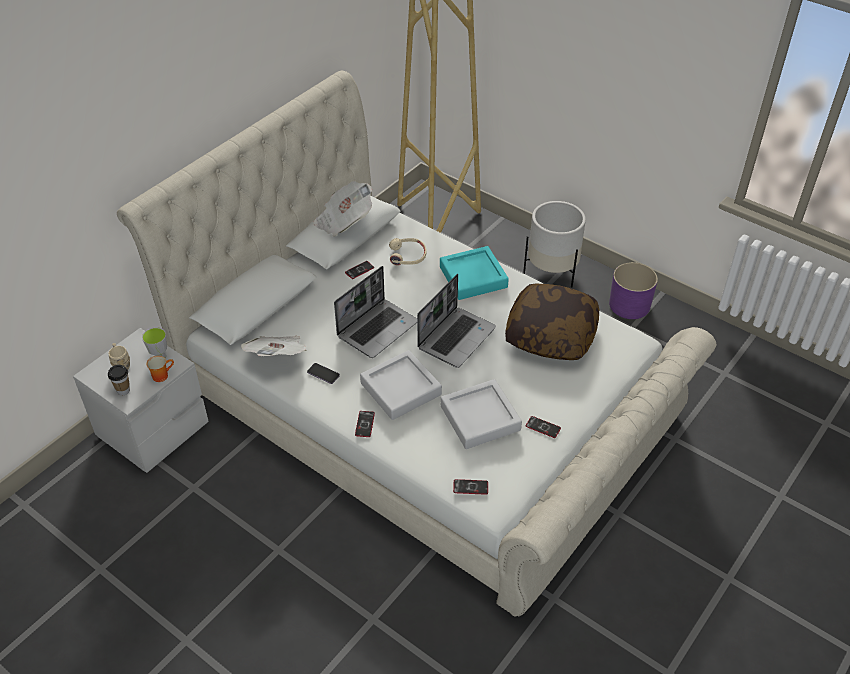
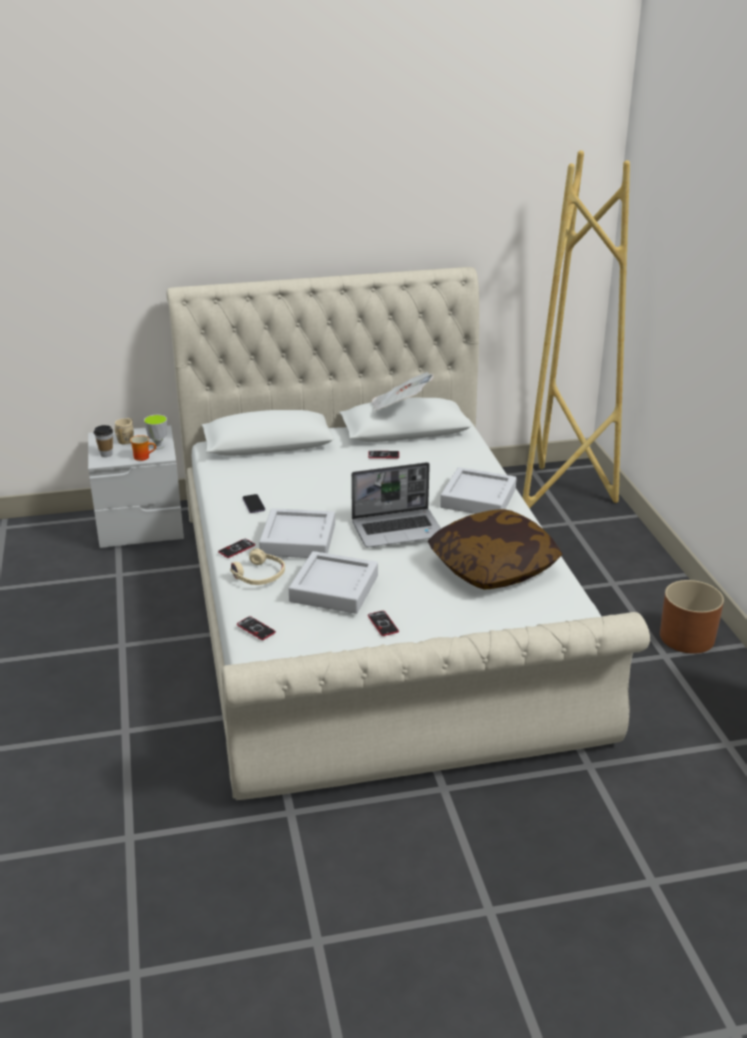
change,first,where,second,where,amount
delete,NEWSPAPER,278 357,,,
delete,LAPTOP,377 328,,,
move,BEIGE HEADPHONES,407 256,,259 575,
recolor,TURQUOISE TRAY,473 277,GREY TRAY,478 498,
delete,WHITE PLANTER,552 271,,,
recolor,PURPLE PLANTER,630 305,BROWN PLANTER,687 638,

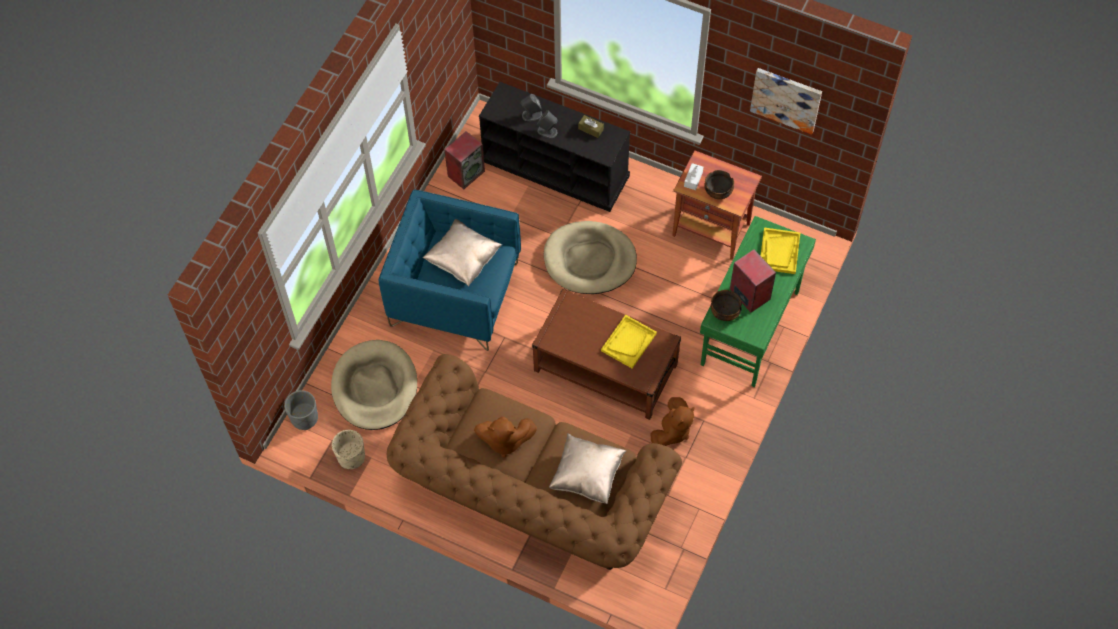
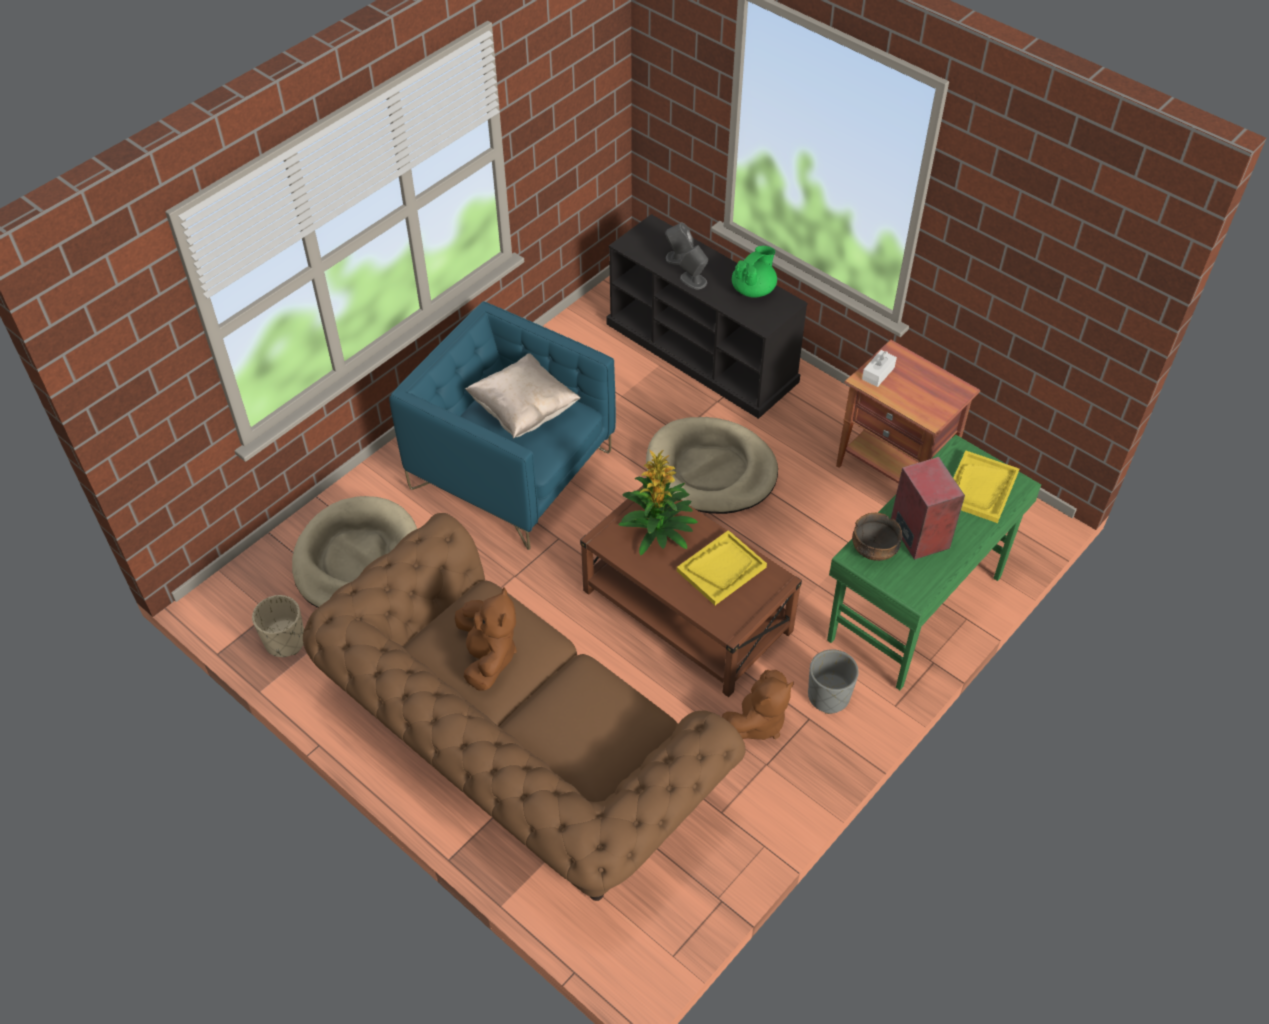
change,first,where,second,where,amount
move,GREY PLANTER,304 418,,828 696,
delete,SPEAKER,466 173,,,
rotate,BROWN PLUSH TOY,504 441,,488 657,120 degrees counterclockwise
delete,BEIGE PILLOW,587 476,,,
replace,BROWN TISSUE BOX,591 129,GREEN TEAPOT,754 289,
delete,BOWL,718 192,,,
delete,PICTURE,786 99,,,
insert,,,POTTED PLANT,657 529,

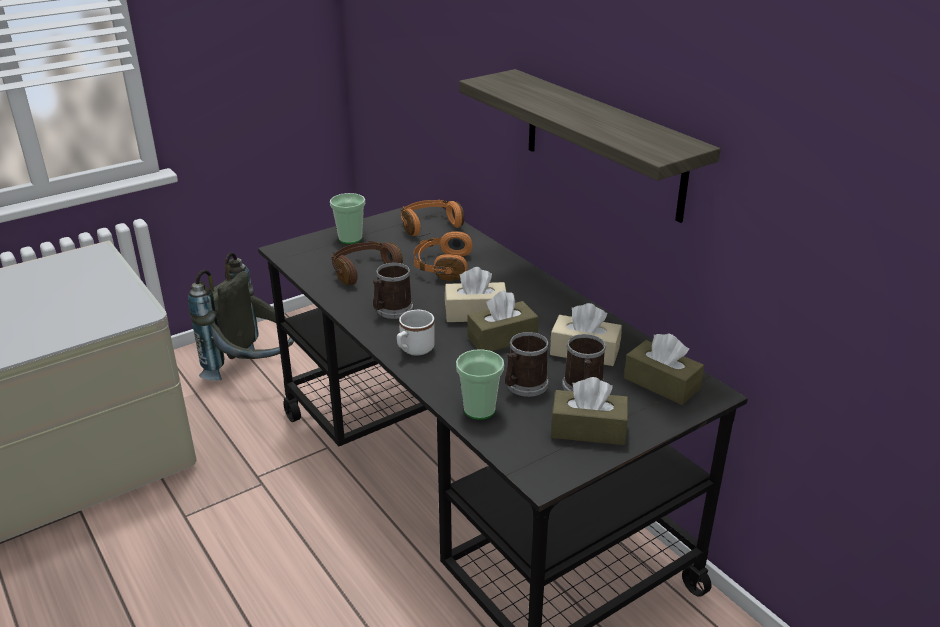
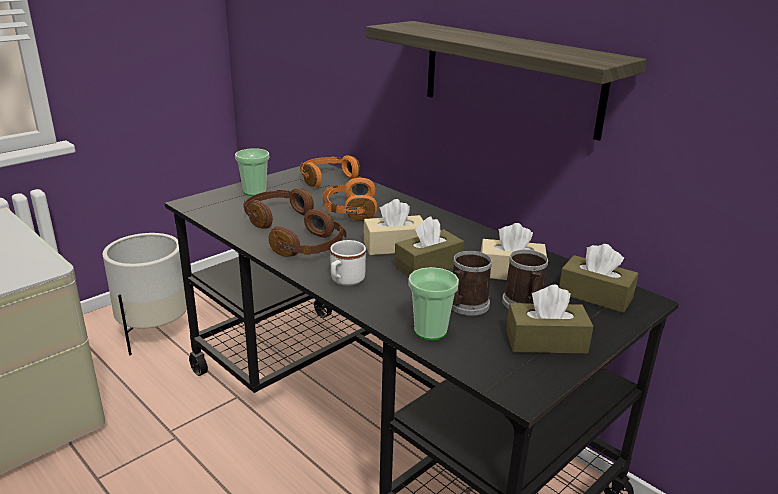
change,first,where,second,where,amount
replace,GREY BACKPACK,254 372,WHITE PLANTER,155 333,
replace,MUG,391 311,BROWN HEADPHONES,312 248,

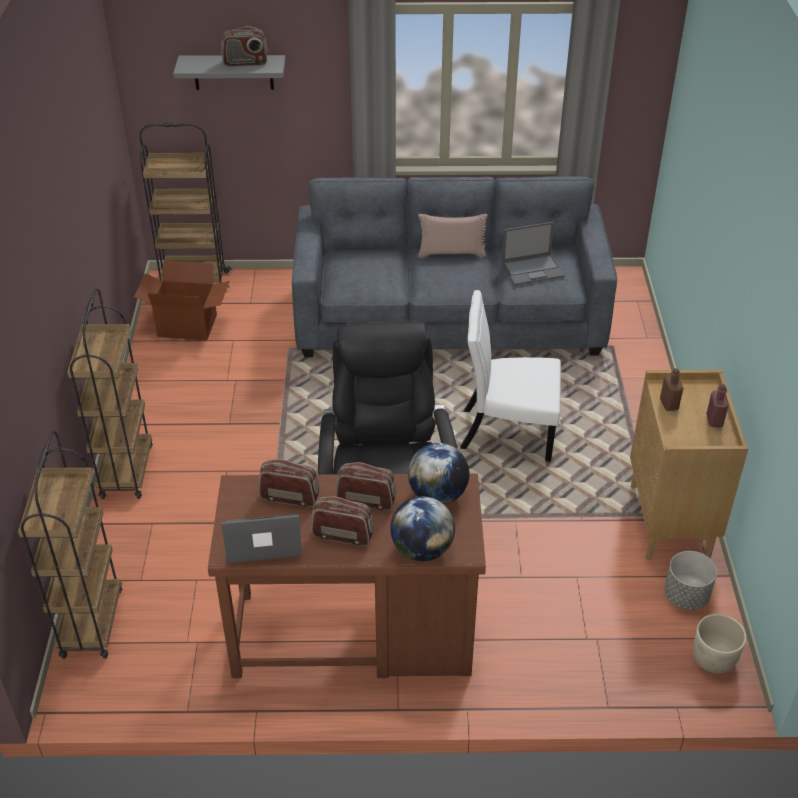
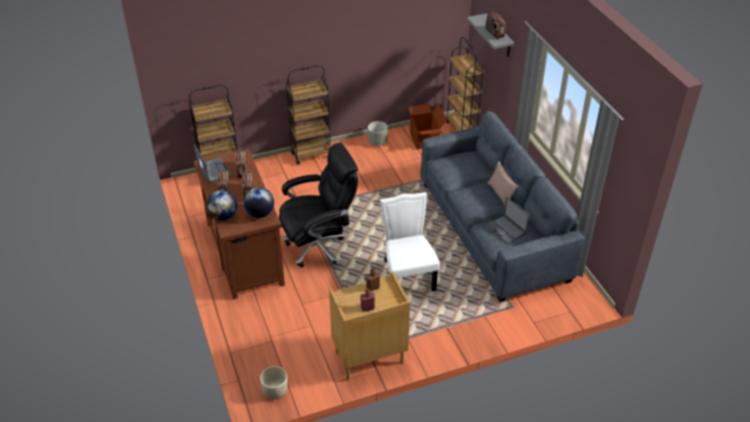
change,first,where,second,where,amount
move,GREY PLANTER,686 596,,377 142,

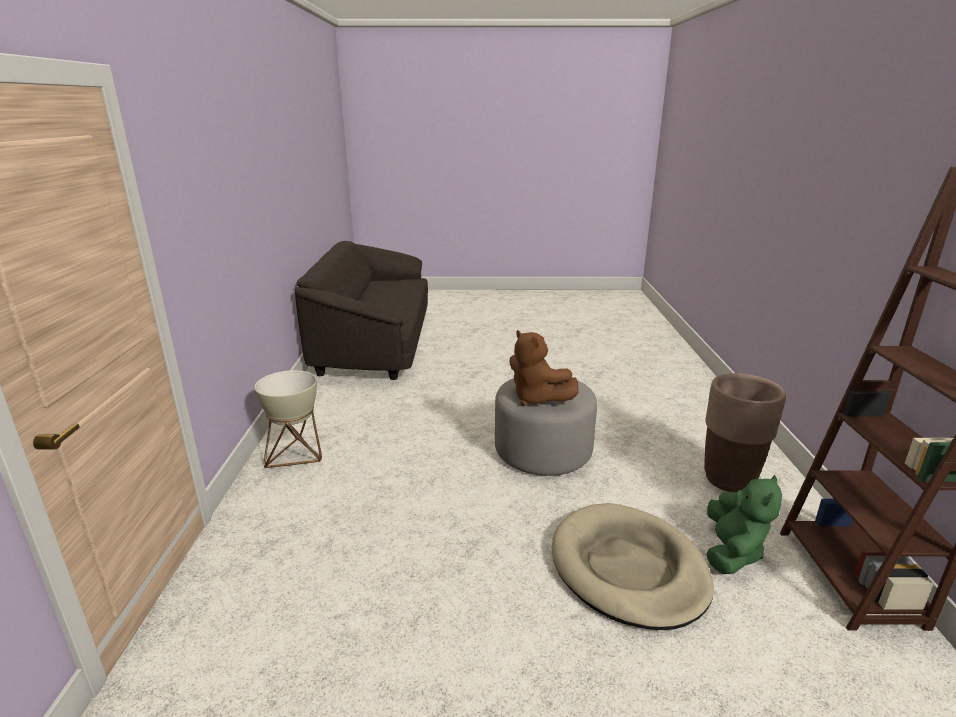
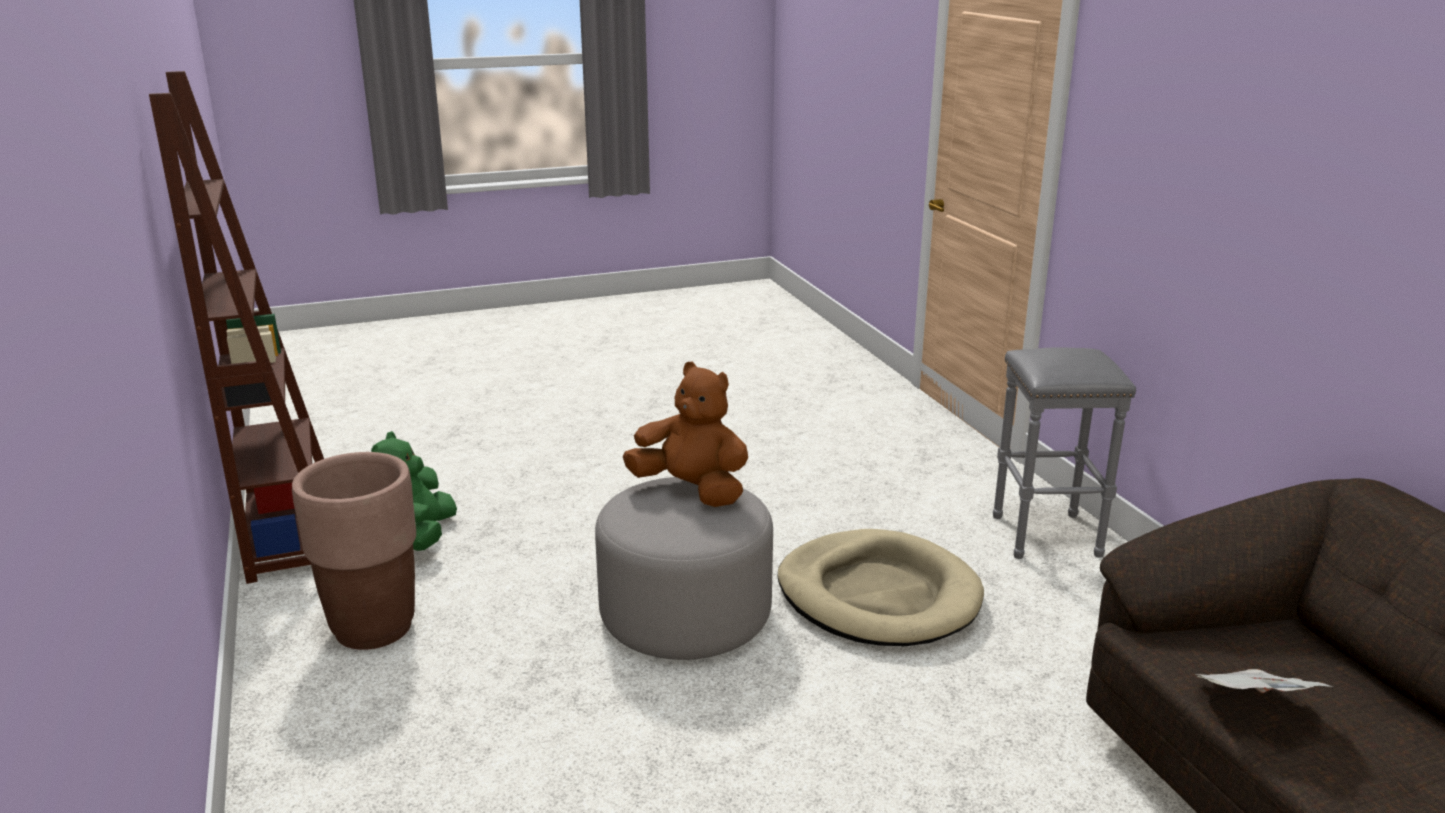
change,first,where,second,where,amount
replace,PLANTER,296 456,GREY STOOL,1043 534,
move,BEIGE DOG BED,628 569,,878 595,
insert,,,NEWSPAPER,1254 707,

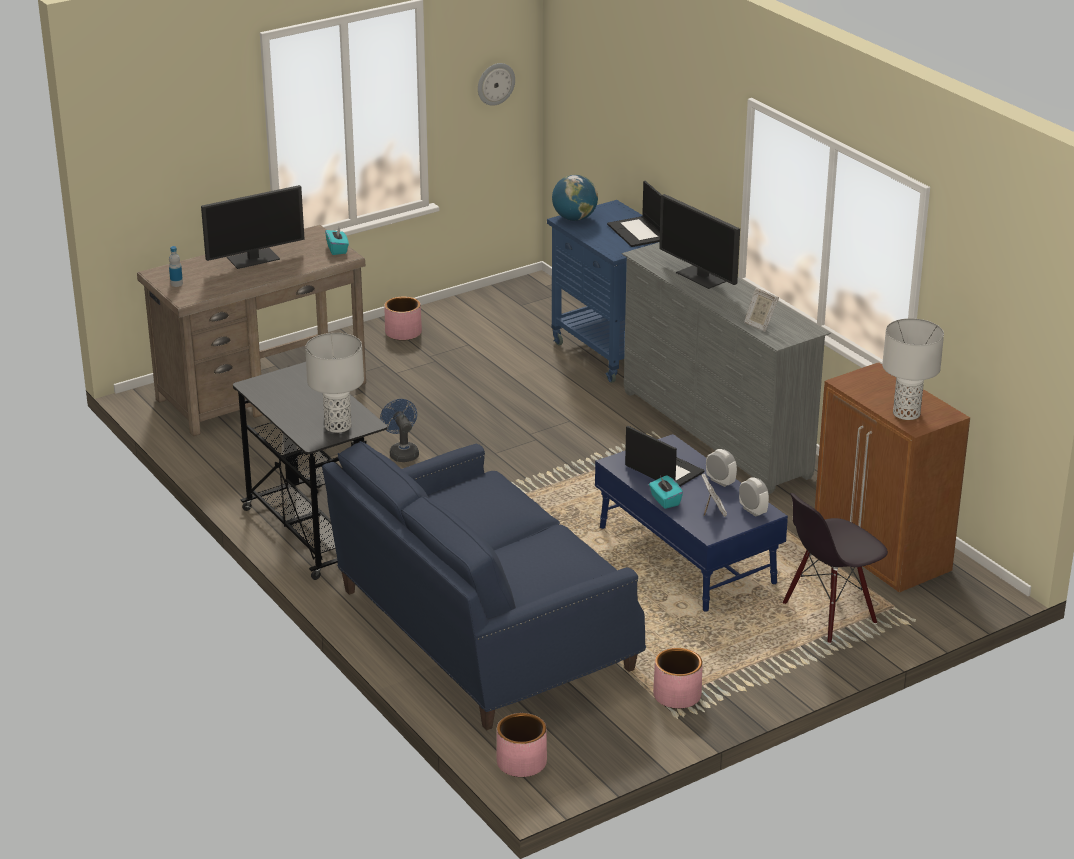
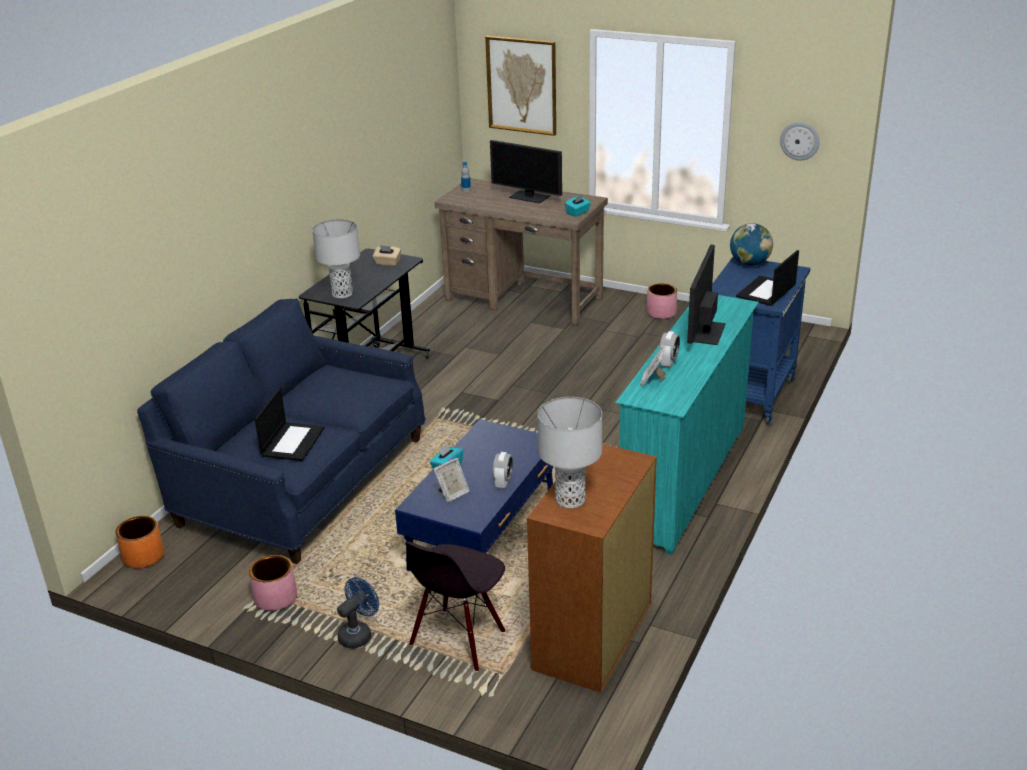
change,first,where,second,where,amount
move,BLUE FAN,402 452,,358 634,
recolor,PINK PLANTER,521 763,ORANGE PLANTER,143 556,
recolor,GREY DRESSER,716 434,TURQUOISE DRESSER,685 483,
move,LAPTOP,663 469,,292 441,
move,ALARM CLOCK,752 511,,668 363,
rotate,BLACK CHAIR,829 614,,458 639,90 degrees counterclockwise
insert,,,BEIGE TISSUE BOX,387 263,
insert,,,PICTURE,522 85,

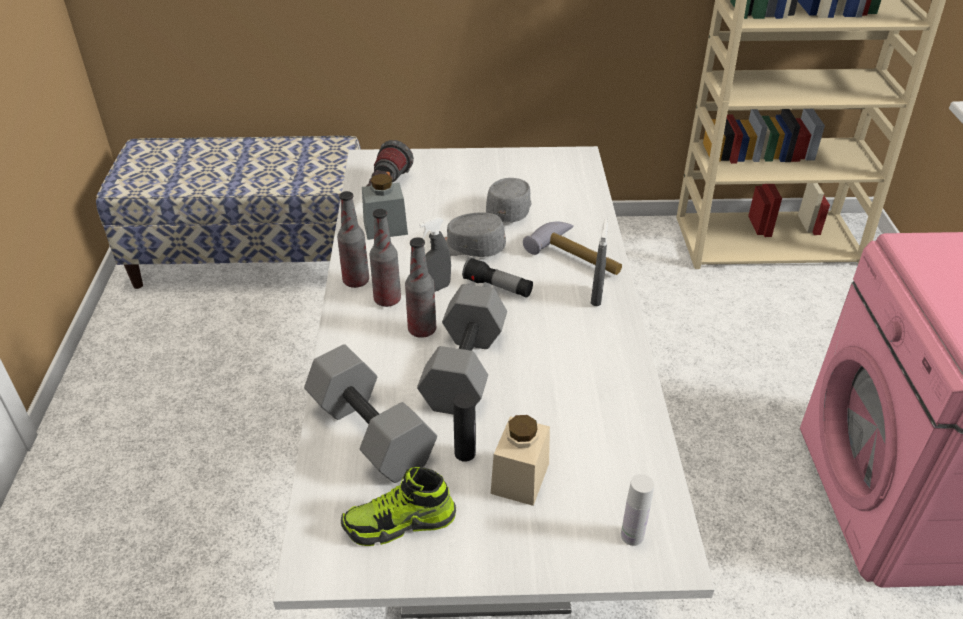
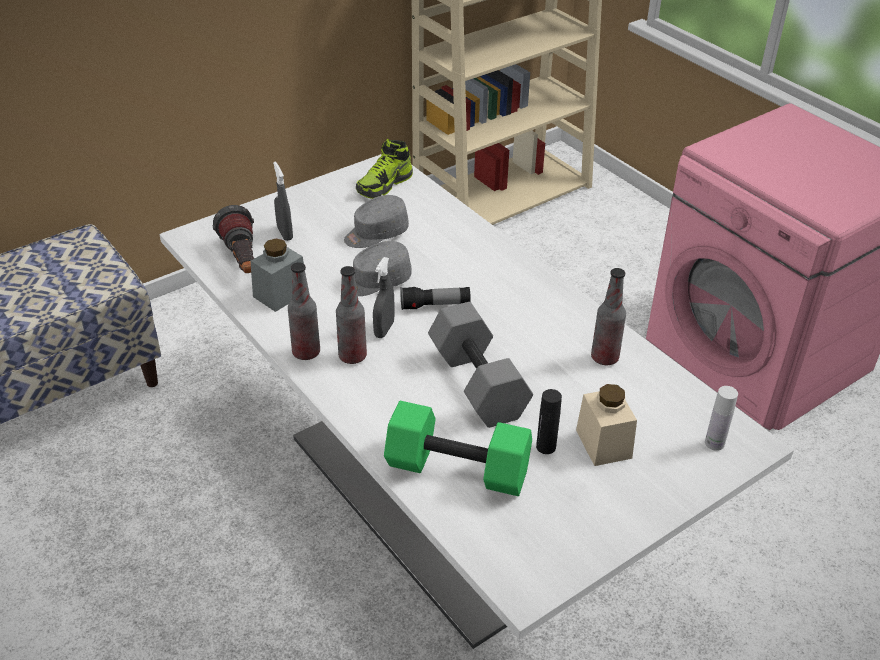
change,first,where,second,where,amount
recolor,GREY DUMBBELL,374 432,GREEN DUMBBELL,459 467,
move,SHOE,400 523,,384 185,
move,BOTTLE,422 330,,604 358,
rotate,GREY CAP,510 209,,376 234,105 degrees counterclockwise
delete,HAMMER,577 256,,,
move,GREY SPRAY BOTTLE,596 297,,285 233,

